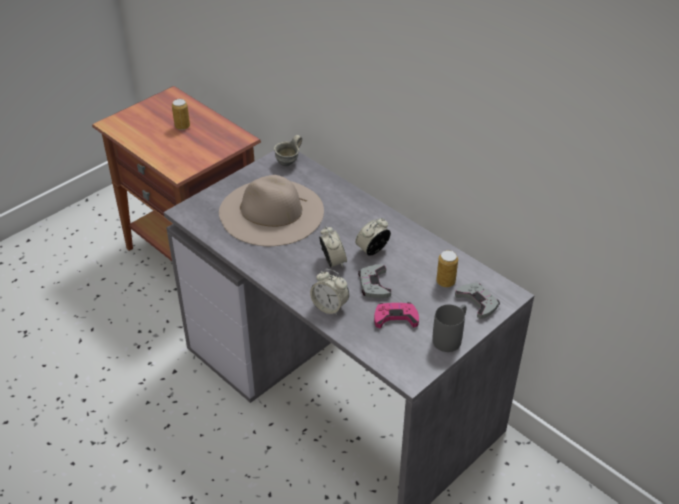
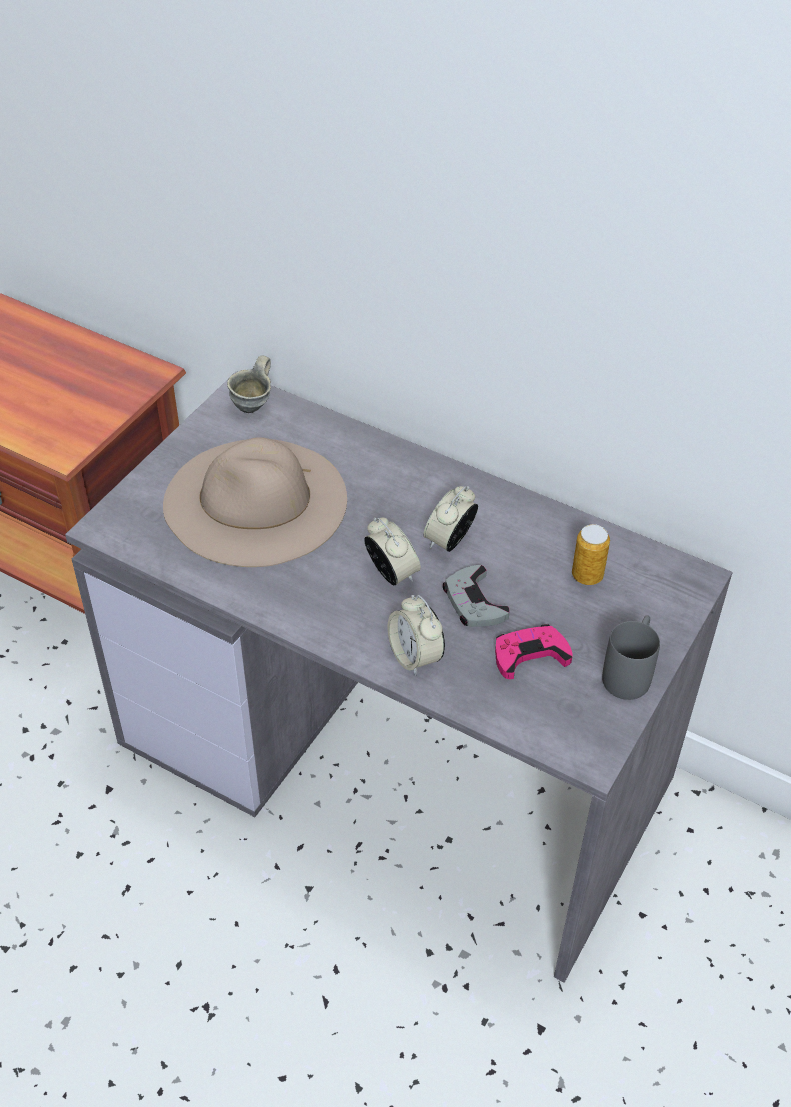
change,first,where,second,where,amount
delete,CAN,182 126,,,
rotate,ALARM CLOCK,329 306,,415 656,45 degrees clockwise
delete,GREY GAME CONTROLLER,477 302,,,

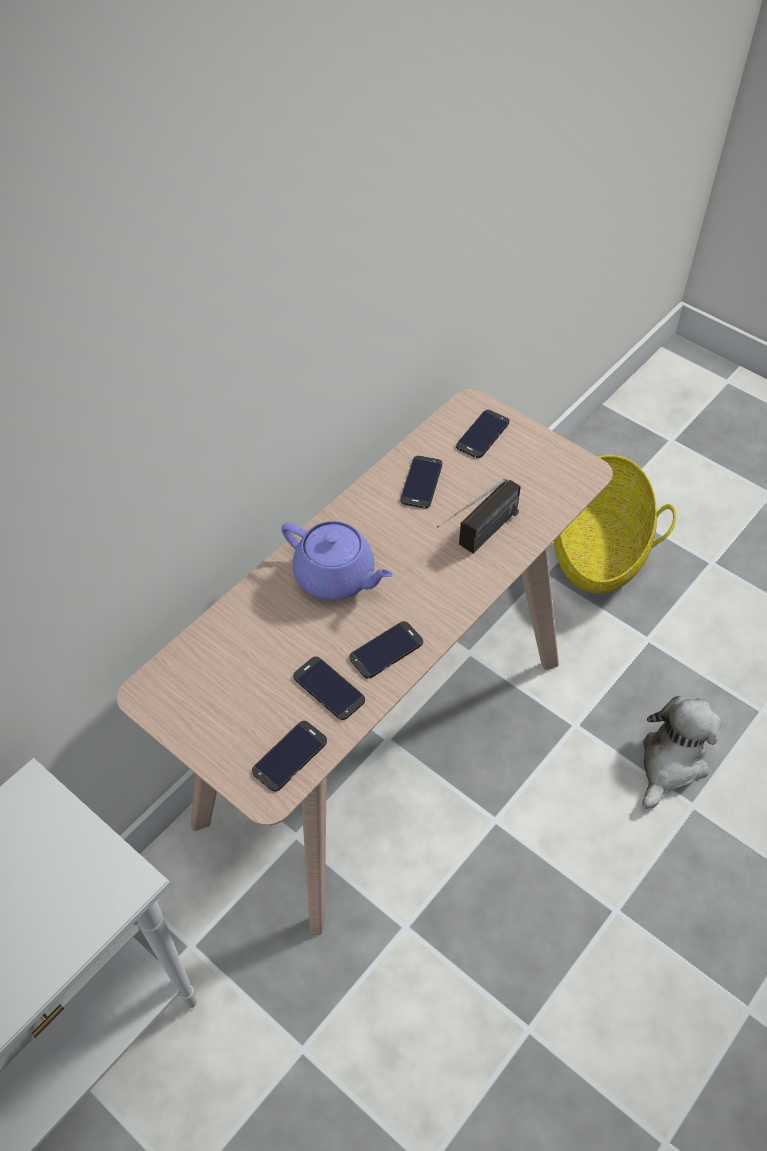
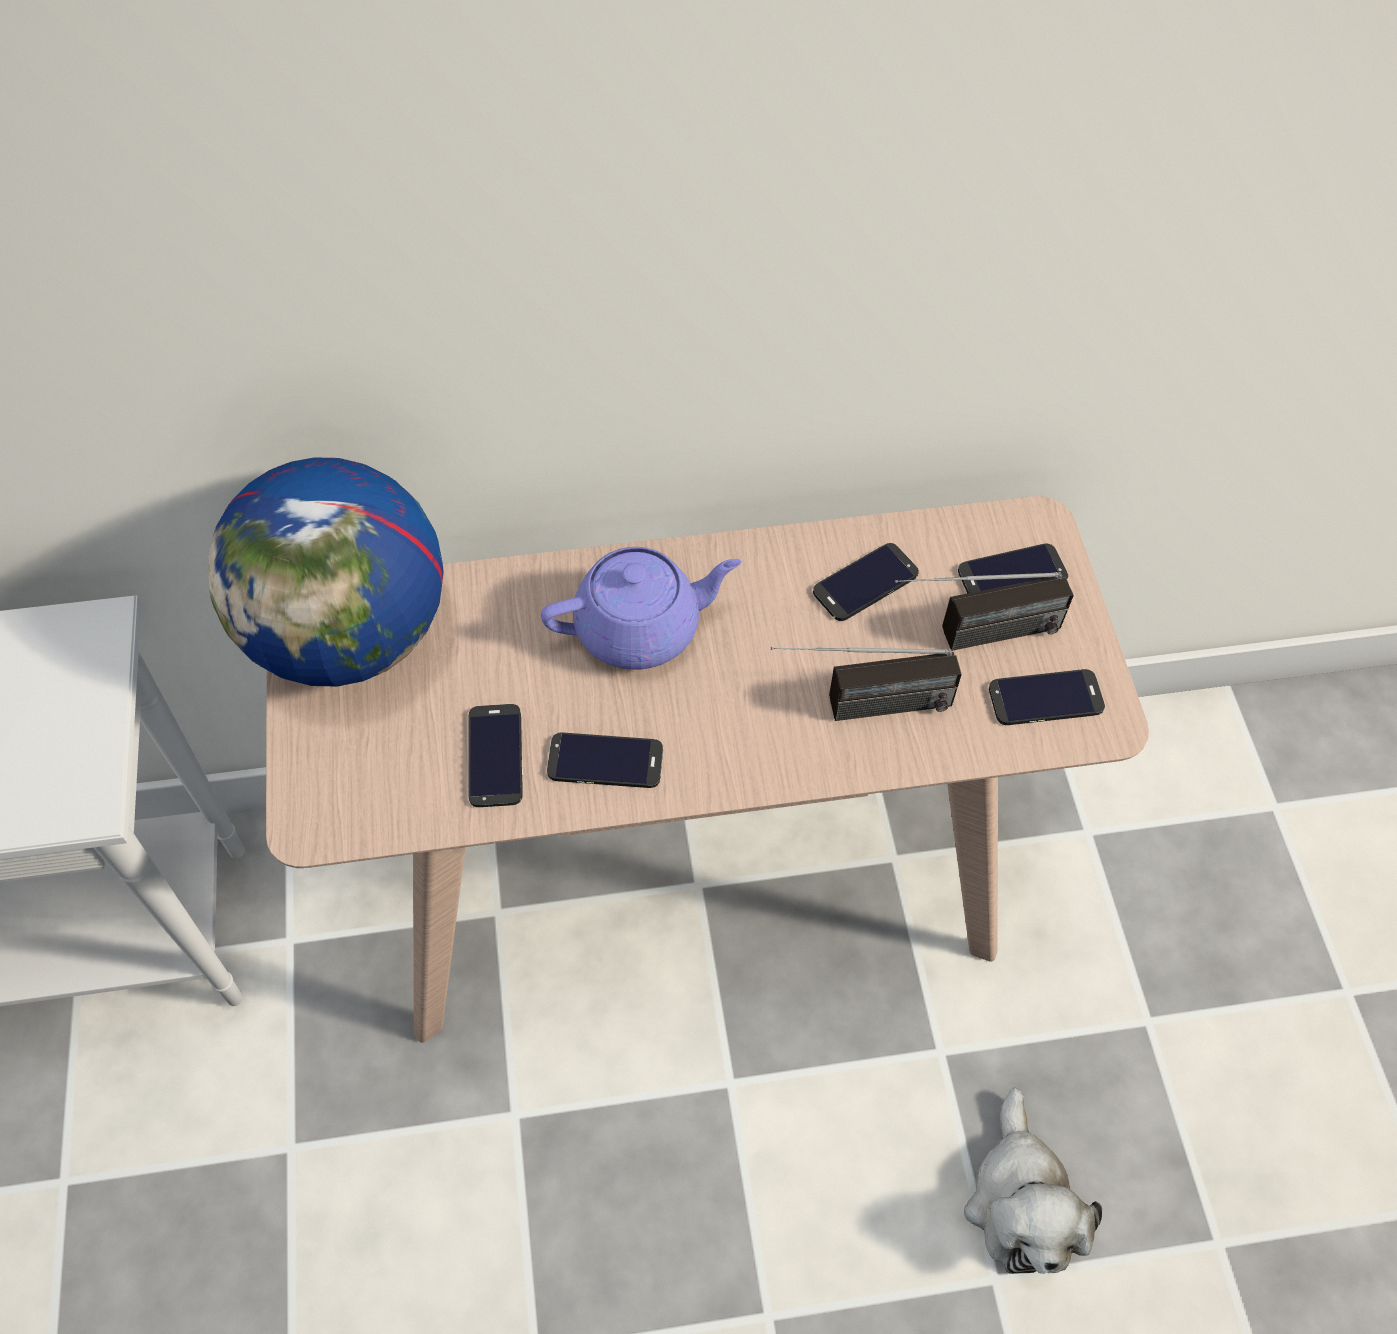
change,first,where,second,where,amount
move,PHONE,290 756,,1046 698,
rotate,PURPLE TEAPOT,336 576,,641 627,90 degrees counterclockwise
delete,BASKET,598 548,,,
rotate,PLUSH TOY,671 762,,1021 1201,105 degrees clockwise
insert,,,GLOBE,350 635,
insert,,,RADIO,972 637,

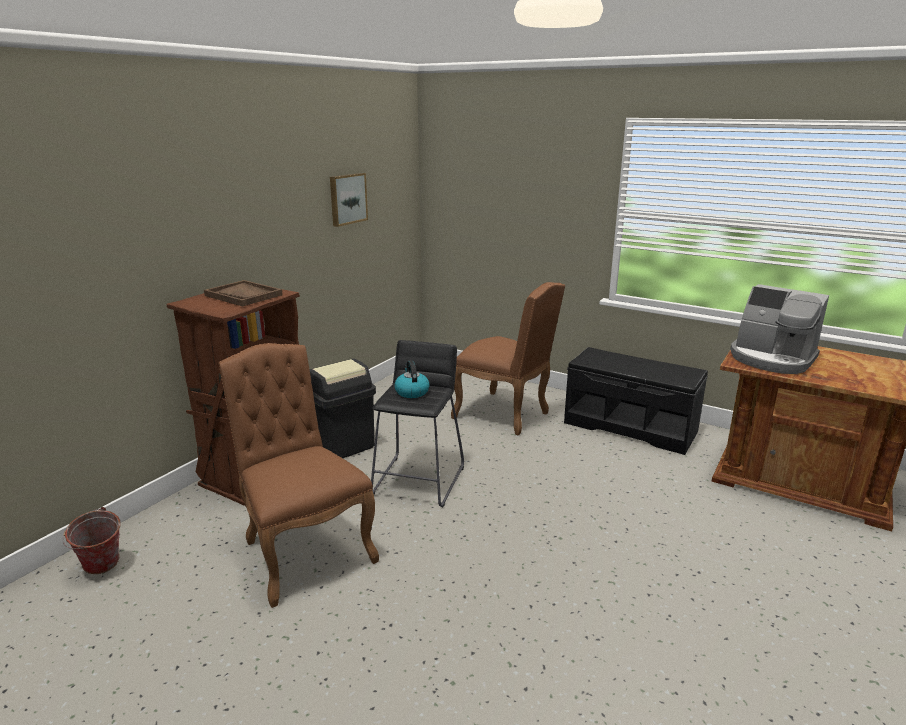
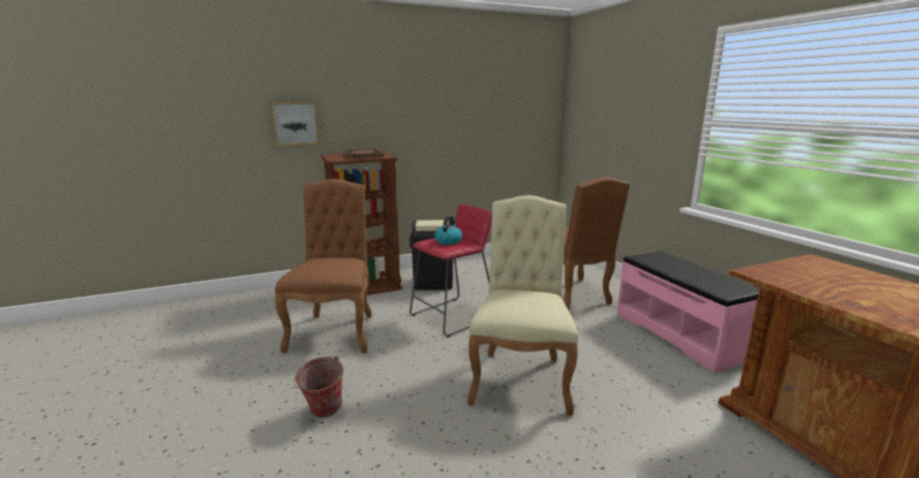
change,first,where,second,where,amount
move,BUCKET,101 569,,322 413,
move,PICTURE,347 199,,295 123,
recolor,BLACK STOOL,418 480,RED STOOL,453 317,
recolor,BLACK BENCH,630 427,PINK BENCH,680 334,
delete,COFFEE MACHINE,771 359,,,
insert,,,BEIGE CHAIR,521 379,

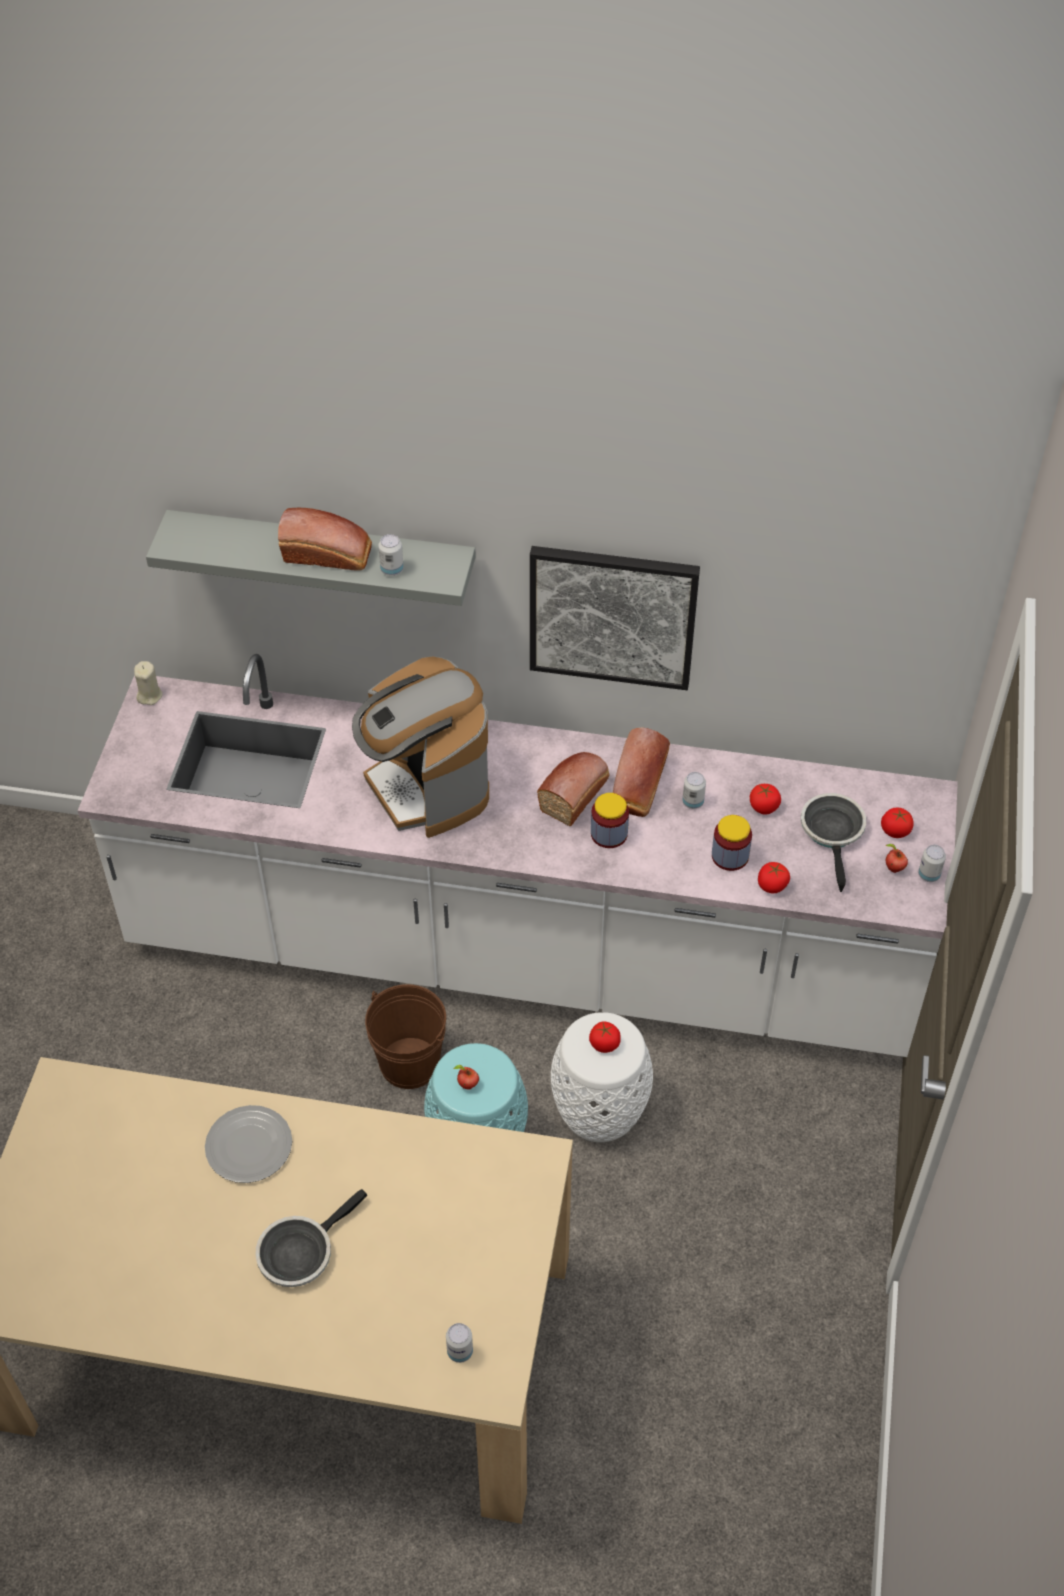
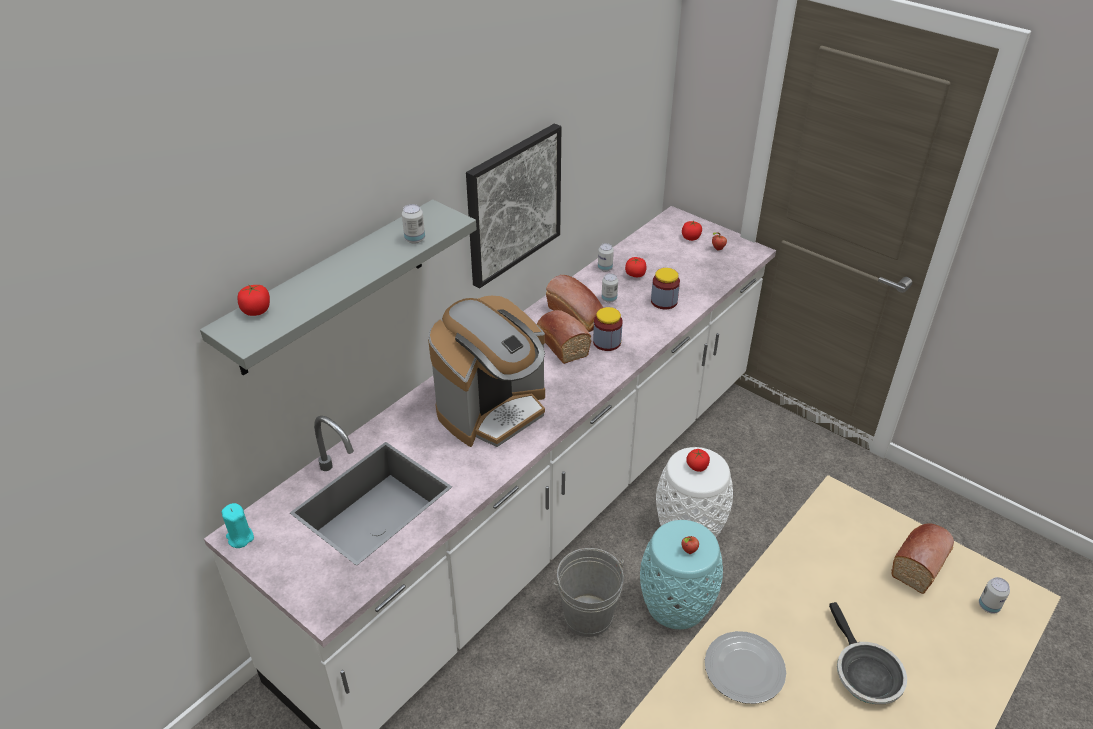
change,first,where,second,where,amount
recolor,BEIGE CANDLE,149 695,TURQUOISE CANDLE,240 538,
move,BREAD,329 555,,921 562,
rotate,COFFEE MACHINE,426 787,,493 410,45 degrees counterclockwise
recolor,BROWN BUCKET,410 1063,GREY BUCKET,588 615,
move,TOMATO,772 885,,256 310,
delete,FRYING PAN,833 833,,,
move,CAN,929 875,,605 268,

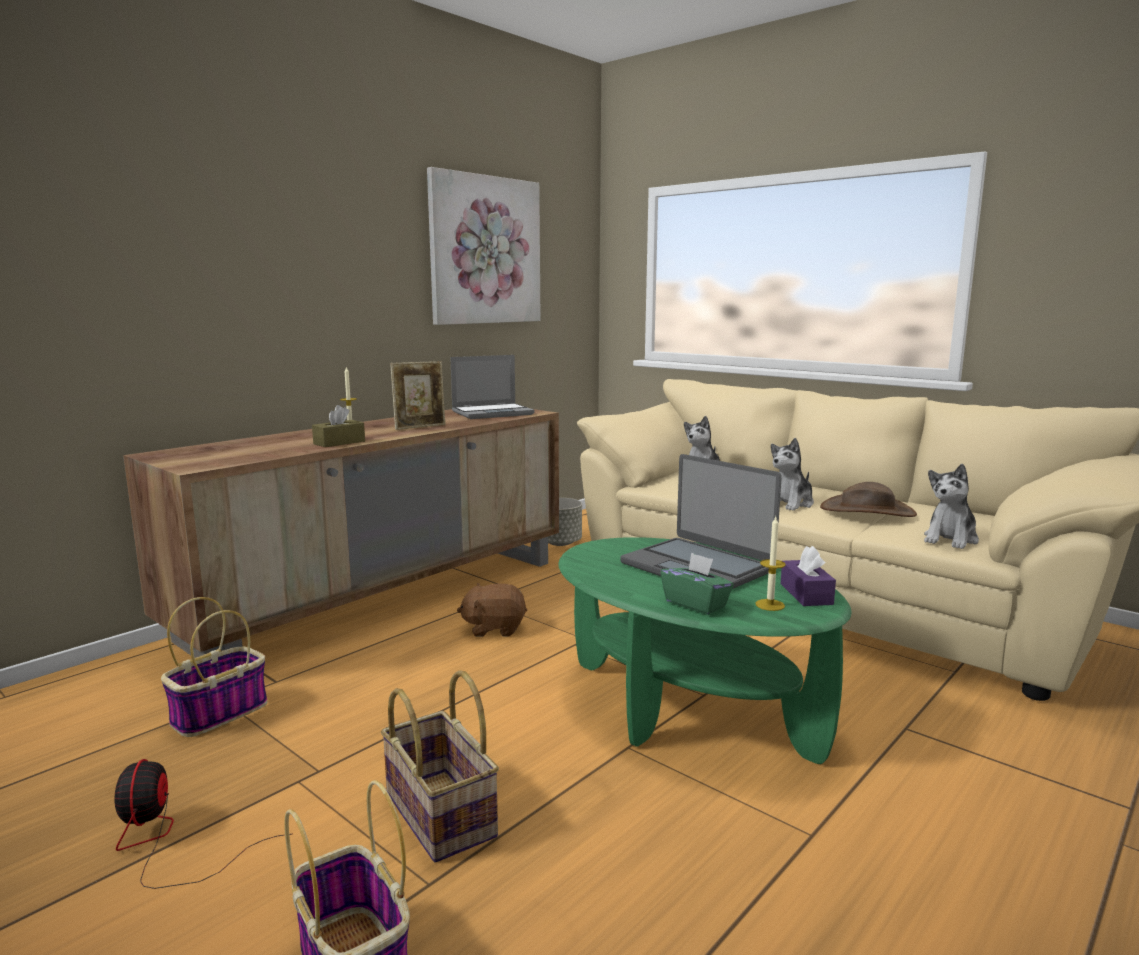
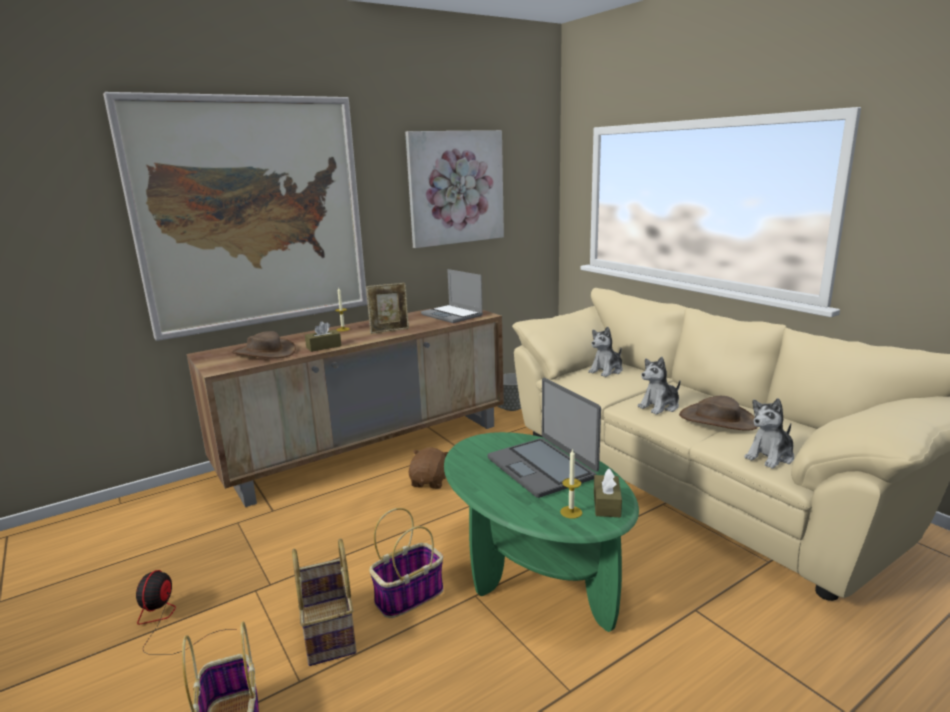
change,first,where,second,where,amount
move,BASKET,220 713,,409 595,
rotate,LAPTOP,493 413,,453 315,60 degrees clockwise
rotate,BROWN PLUSH TOY,494 628,,430 482,90 degrees clockwise
delete,GREEN TISSUE BOX,696 604,,,
recolor,PURPLE TISSUE BOX,806 594,BROWN TISSUE BOX,606 504,
insert,,,PICTURE,252 213,
insert,,,BROWN HAT,264 352,

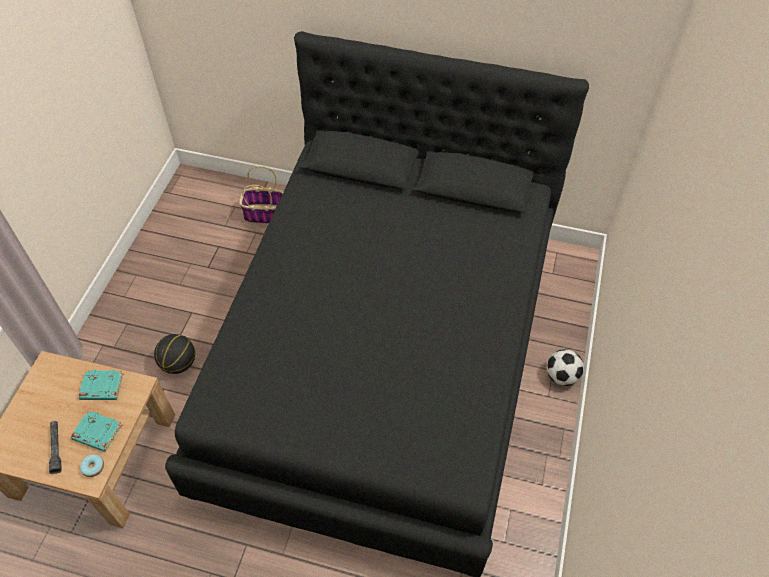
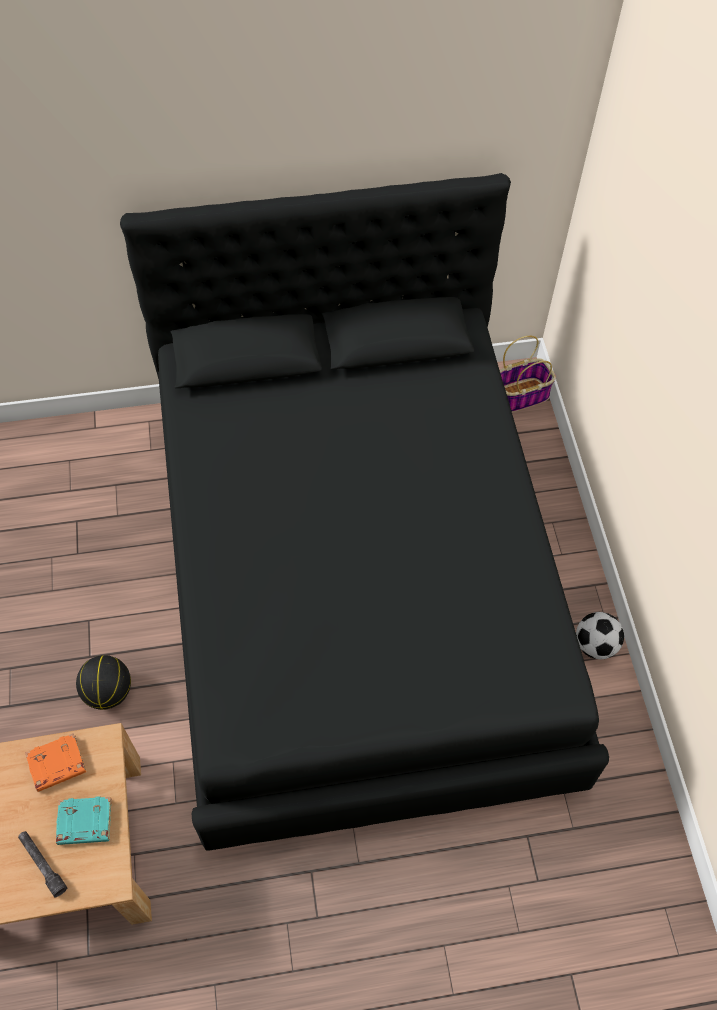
change,first,where,second,where,amount
recolor,TURQUOISE BOOK,101 387,ORANGE BOOK,56 765,
delete,DONUT,93 467,,,
move,BASKET,266 215,,521 395,
move,FOOTBALL,561 376,,595 645,

